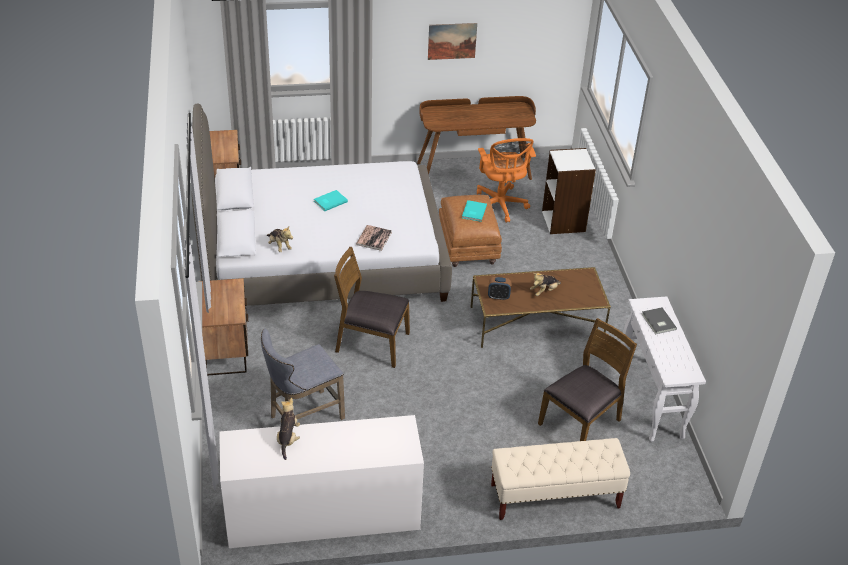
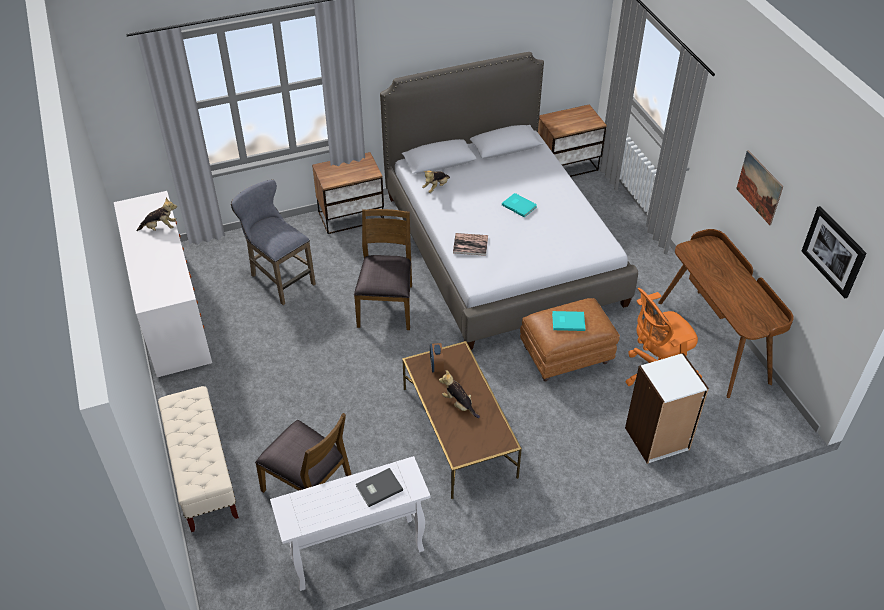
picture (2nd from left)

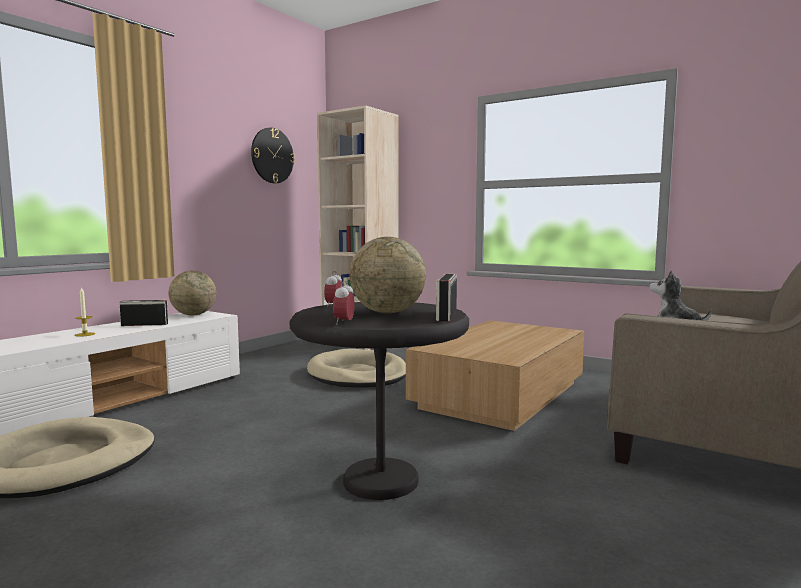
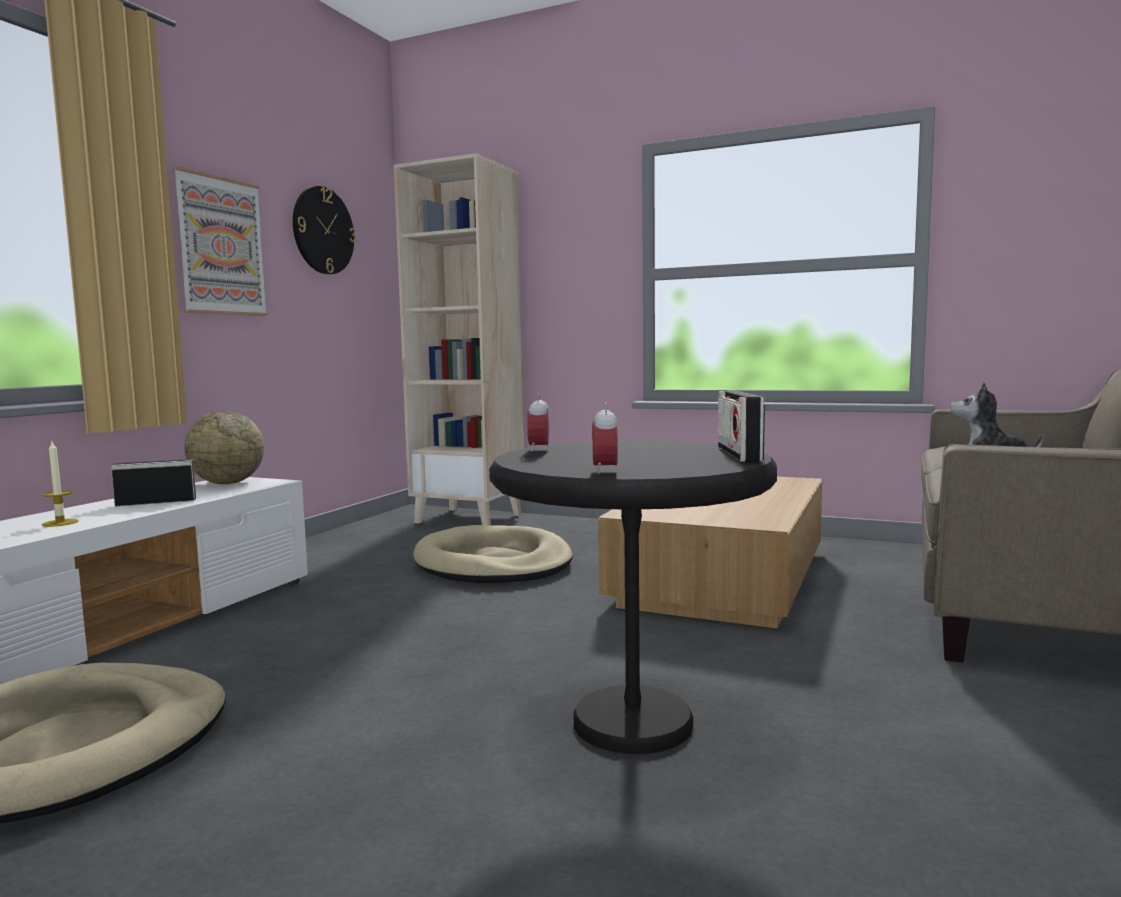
globe (2nd from left in the first image)
picture

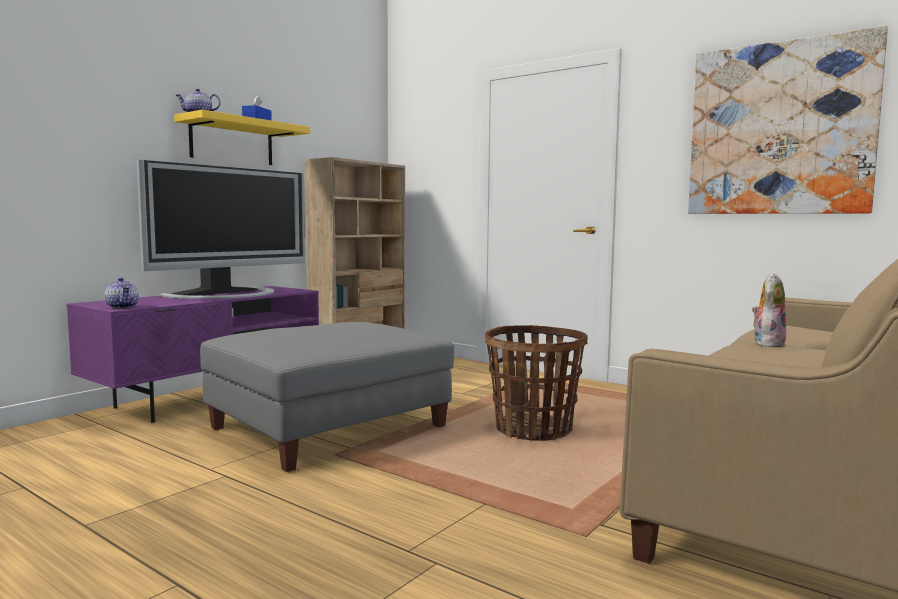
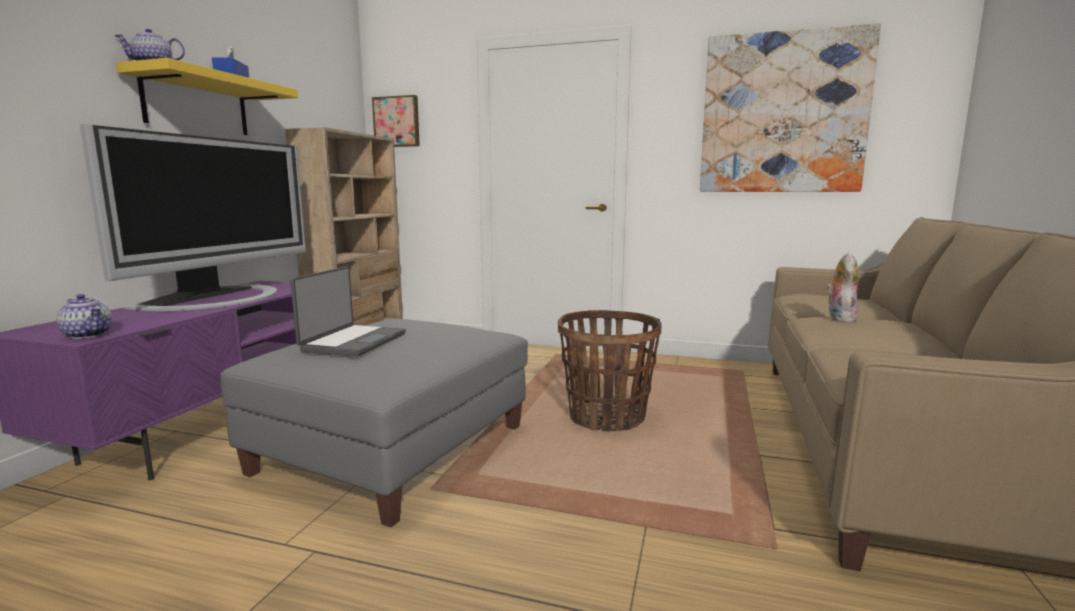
laptop
picture (1st from left)

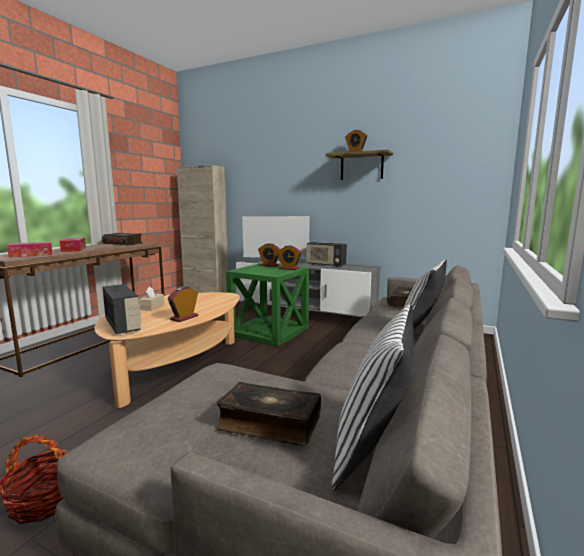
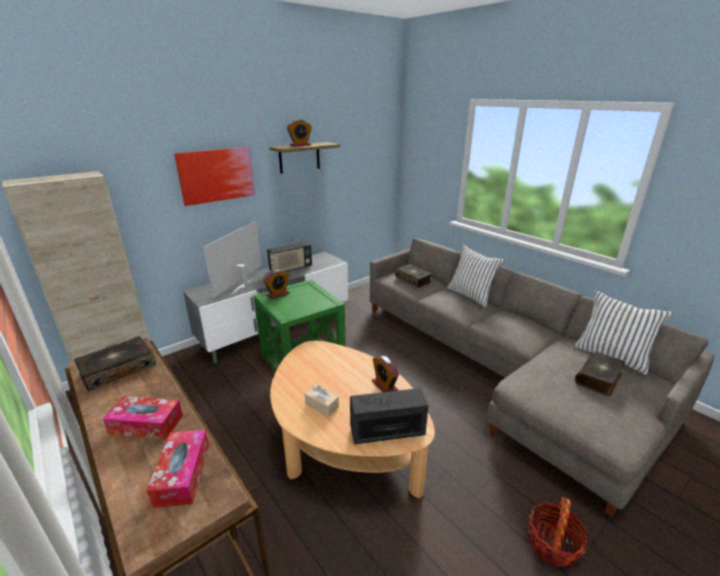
alarm clock (3rd from left in the first image)
picture

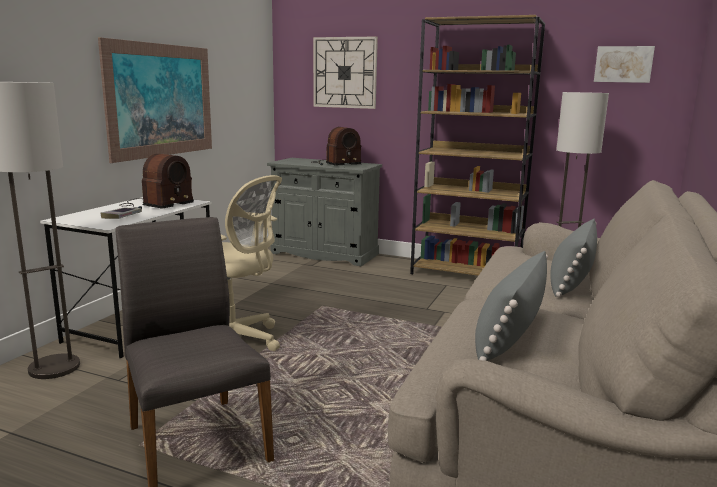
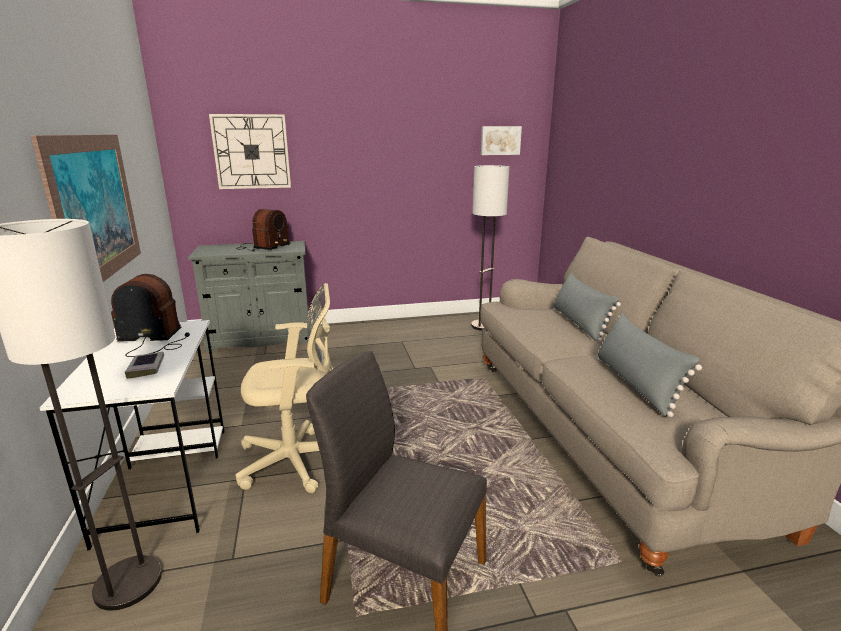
radio (1st from left)
brown bookcase

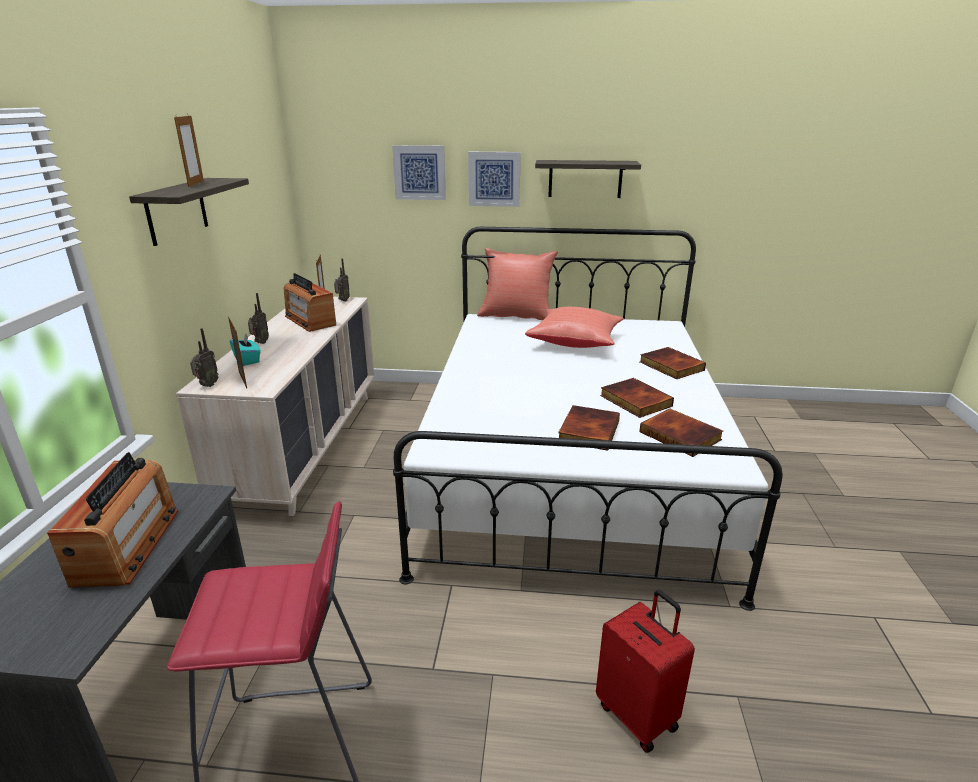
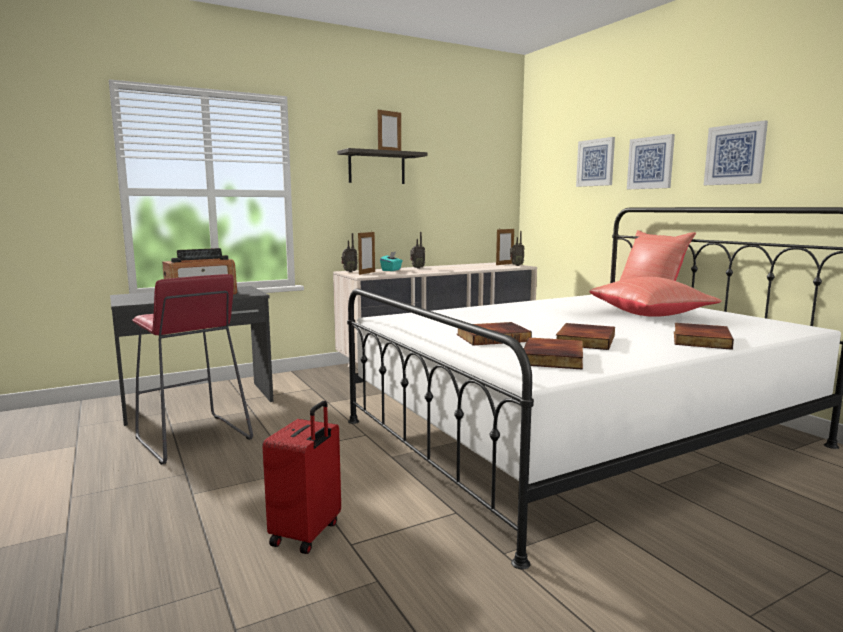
radio (4th from left in the first image)
picture (3rd from left)

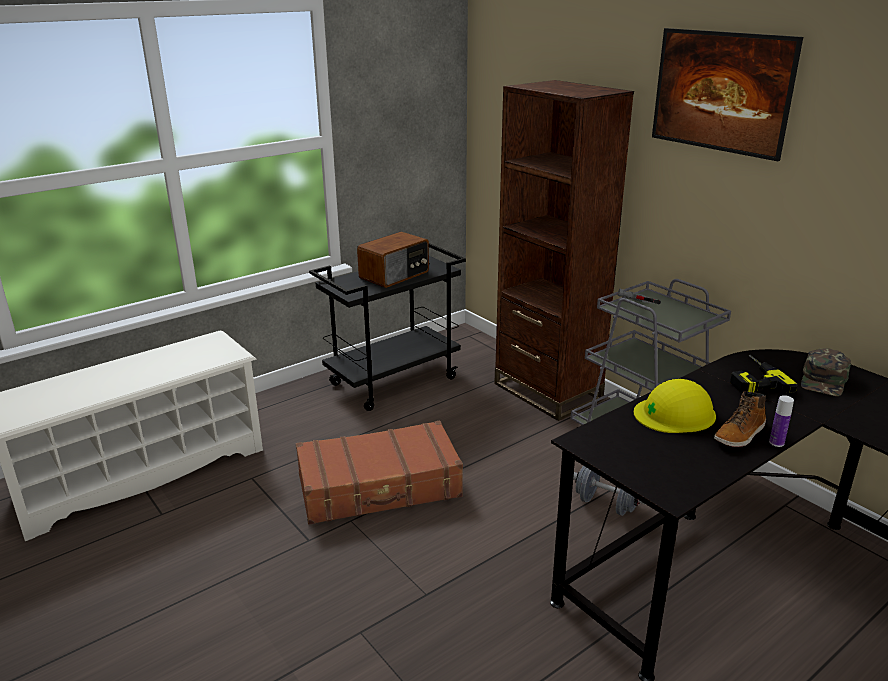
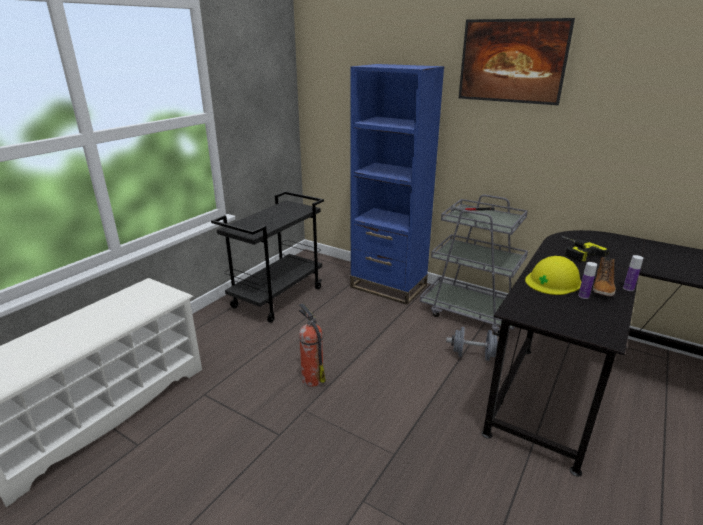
fire extinguisher
radio
blue bookcase
green cap
bottle (1st from left)

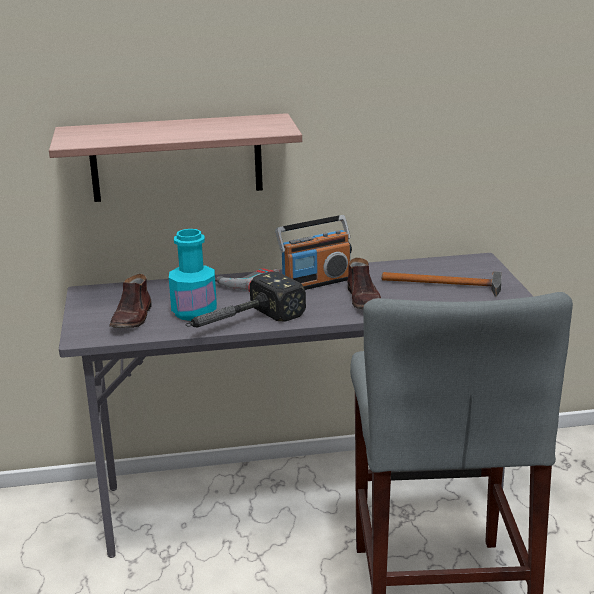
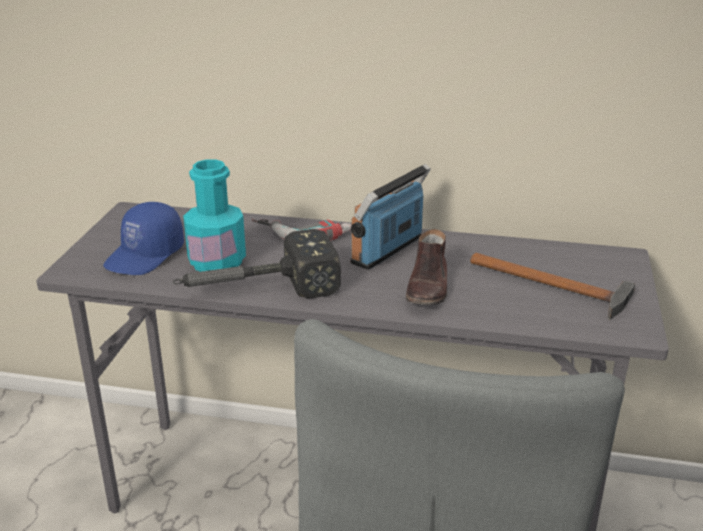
shelf
blue cap
radio

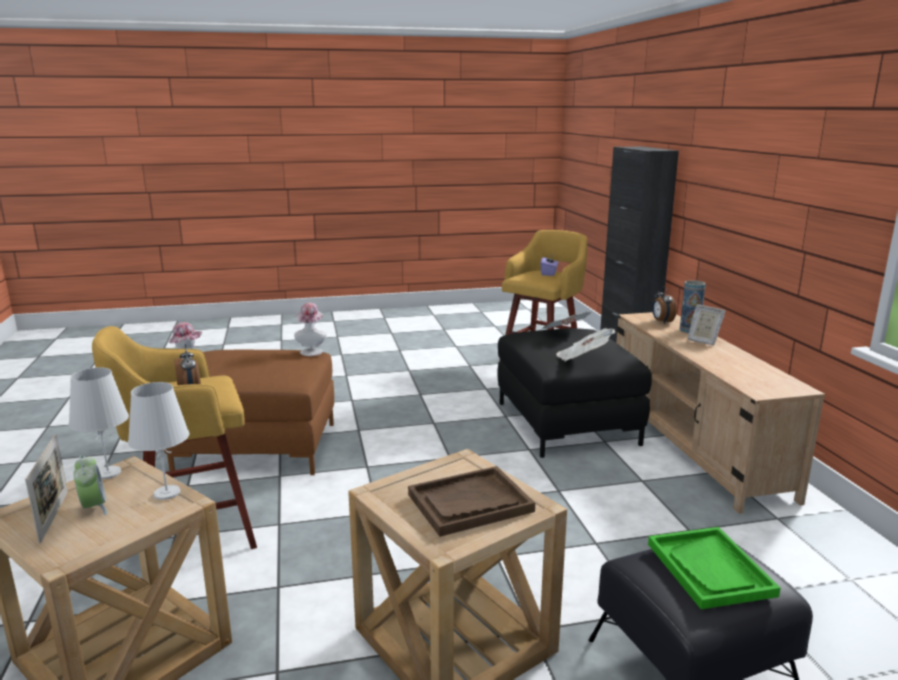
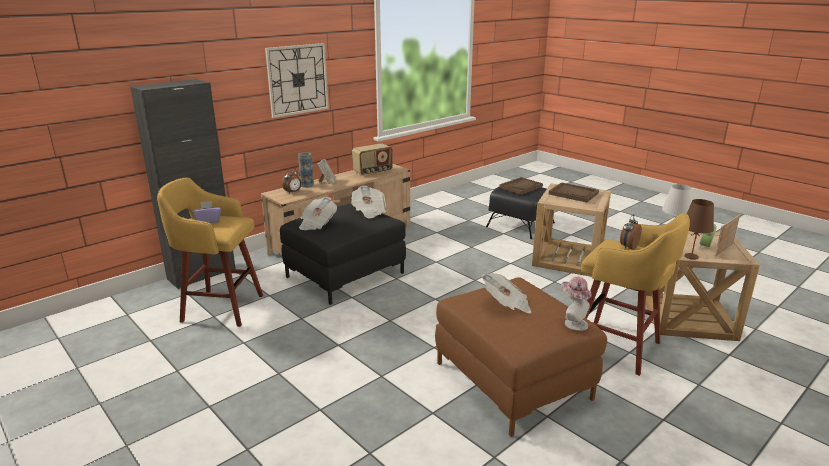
brown table lamp
hat (2nd from left in the first image)
brown tray (1st from left)
wall clock
radio
newspaper (3rd from left)

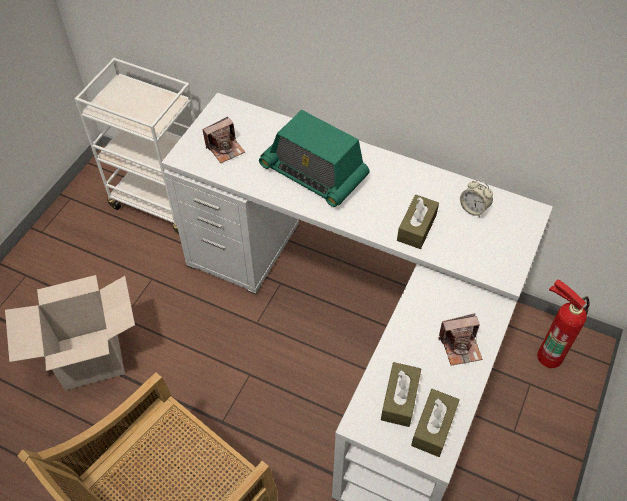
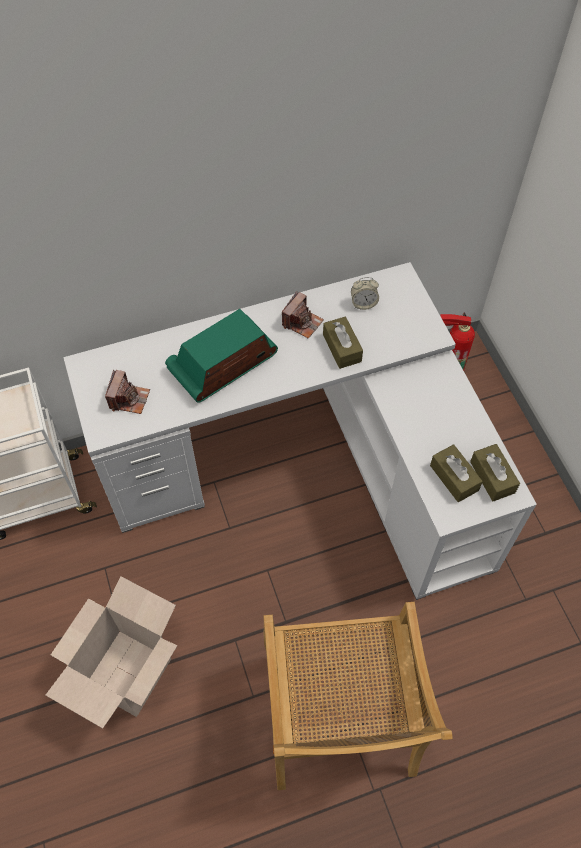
radio
photo camera (2nd from left)

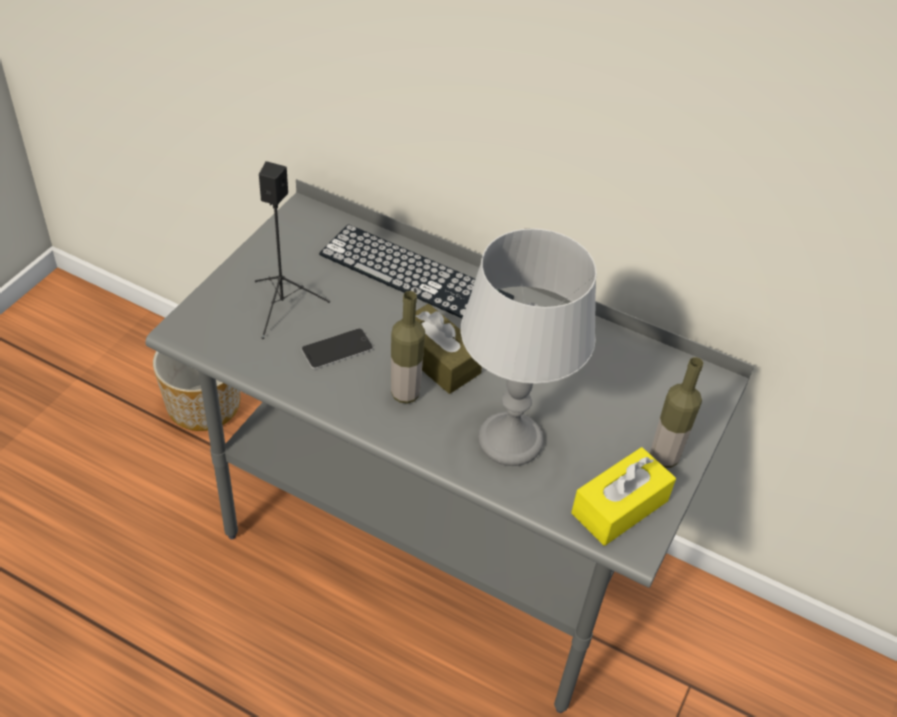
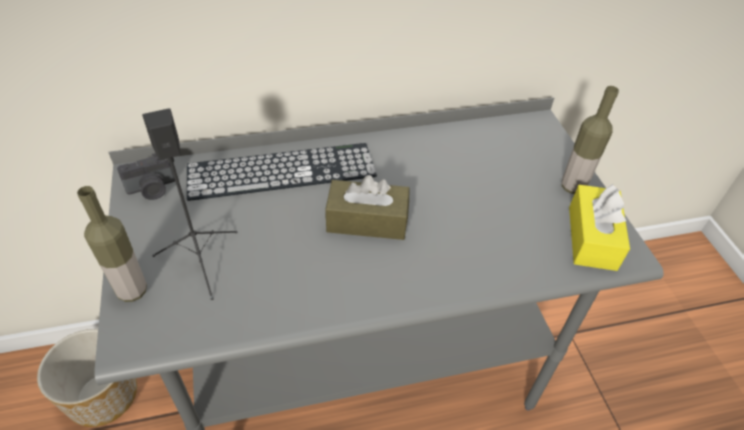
phone
bottle (1st from left)
grey table lamp
photo camera

